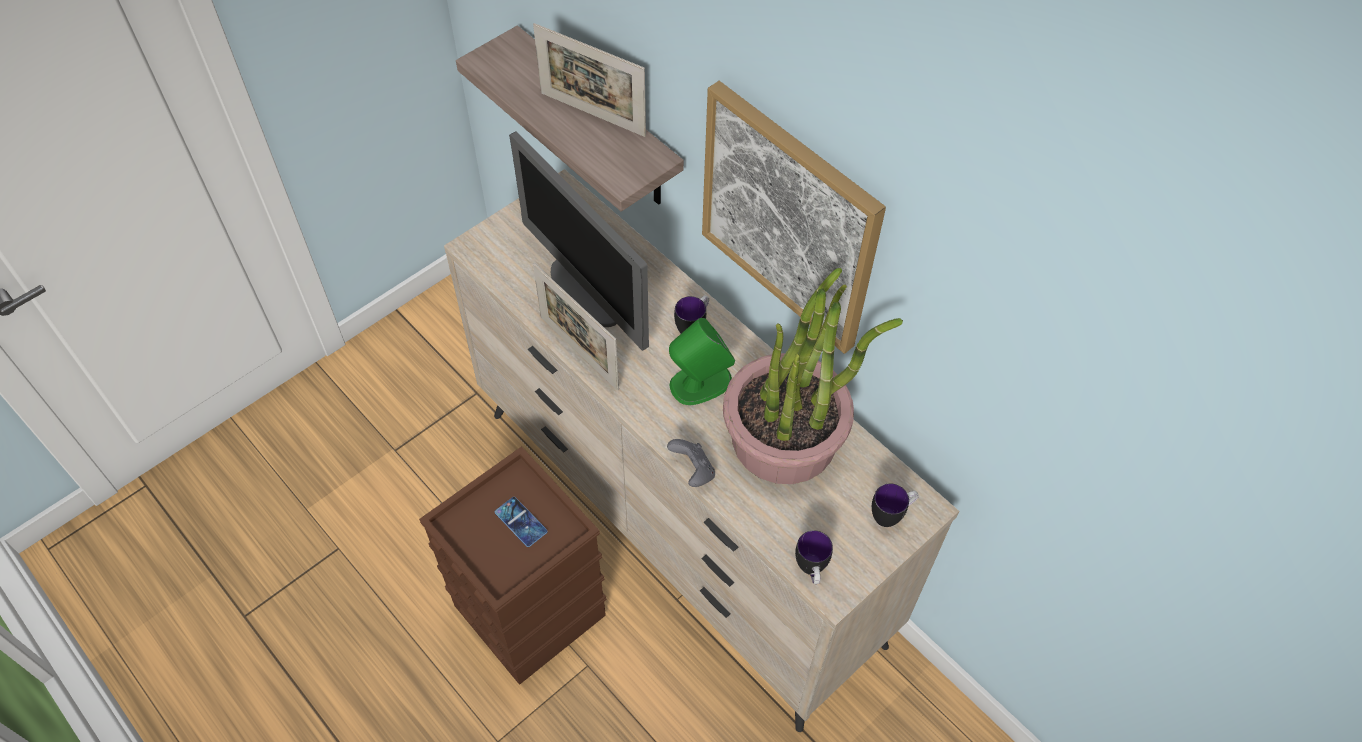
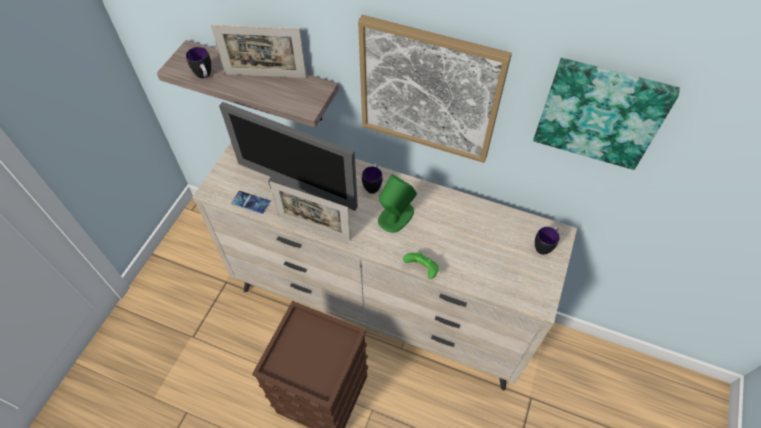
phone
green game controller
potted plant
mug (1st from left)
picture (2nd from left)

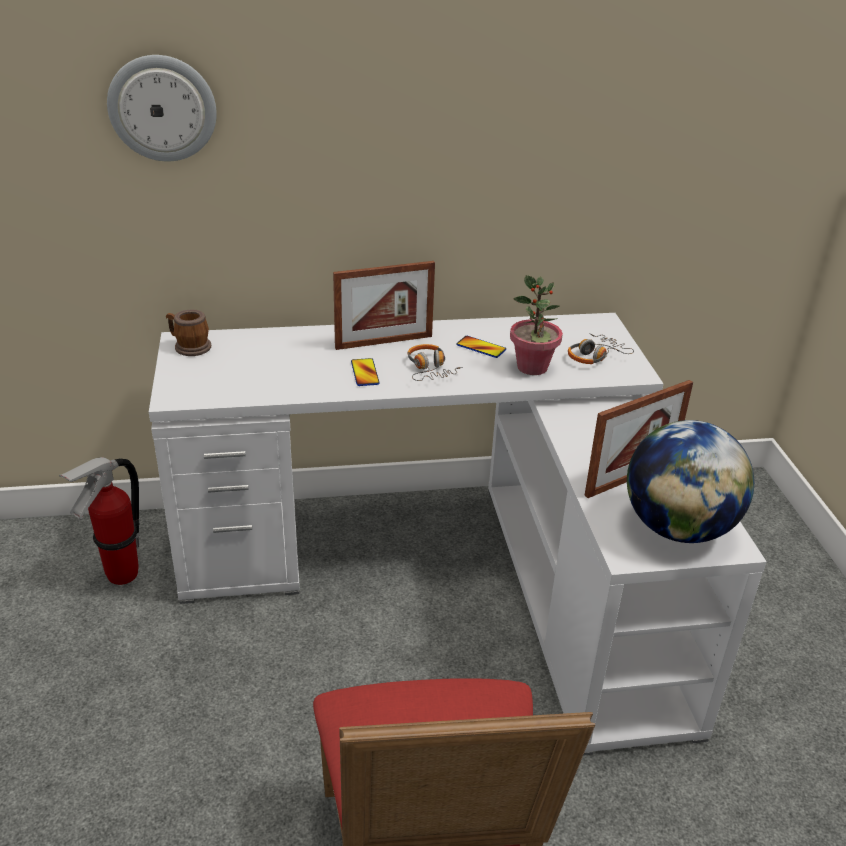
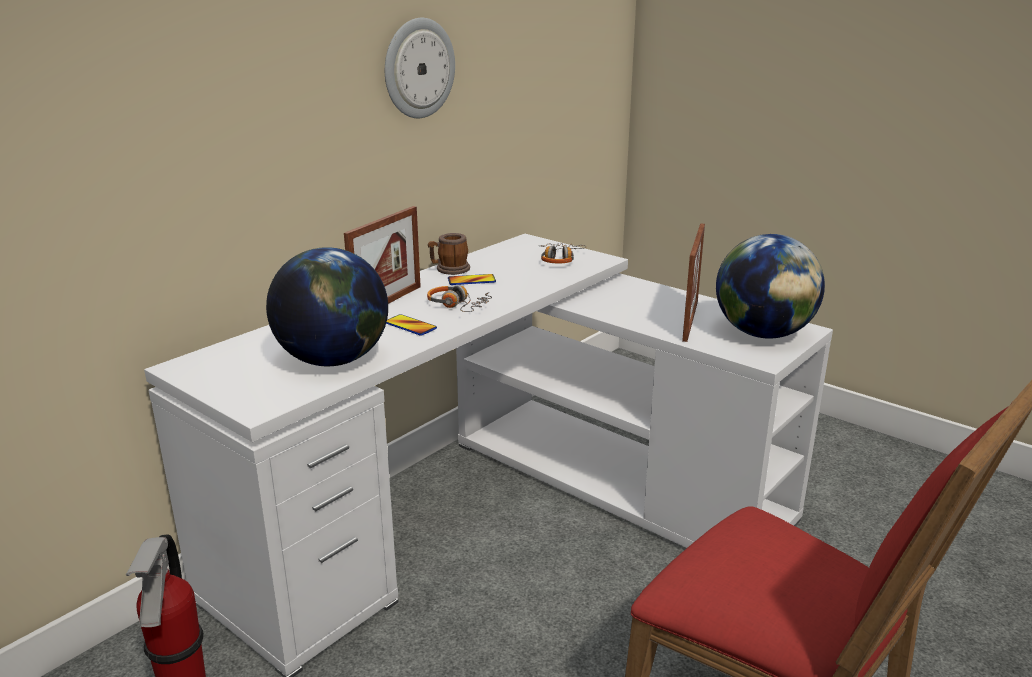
wall clock
mug
potted plant
globe (1st from left)

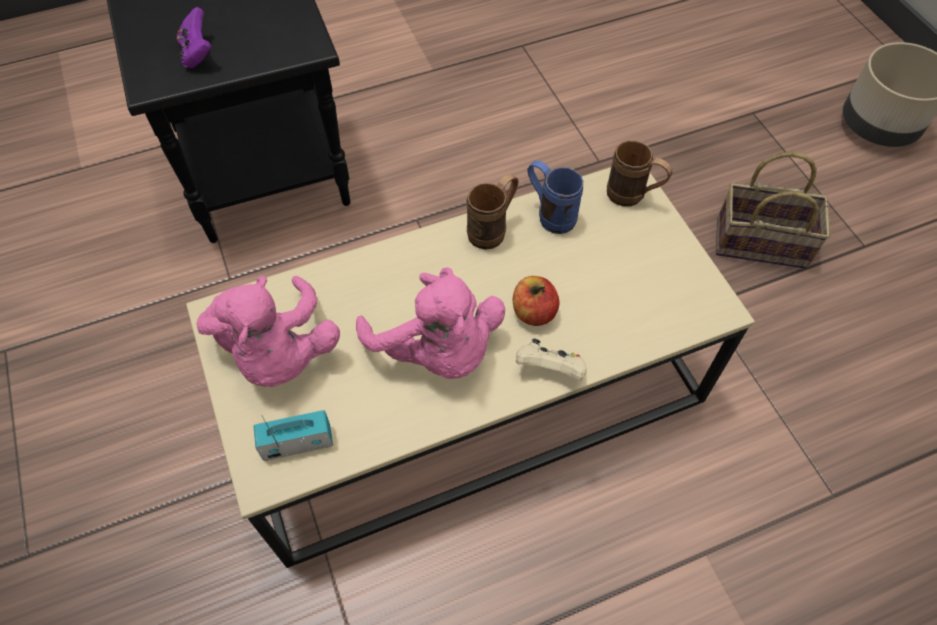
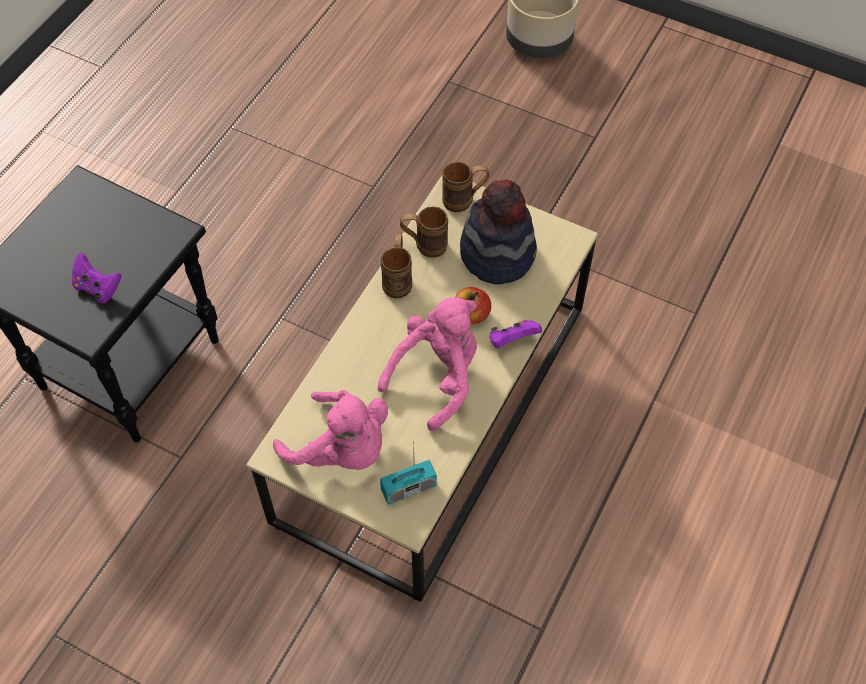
radio
pink plush toy (2nd from left)
purple game controller (2nd from left)
brown mug (2nd from left)
basket
hat

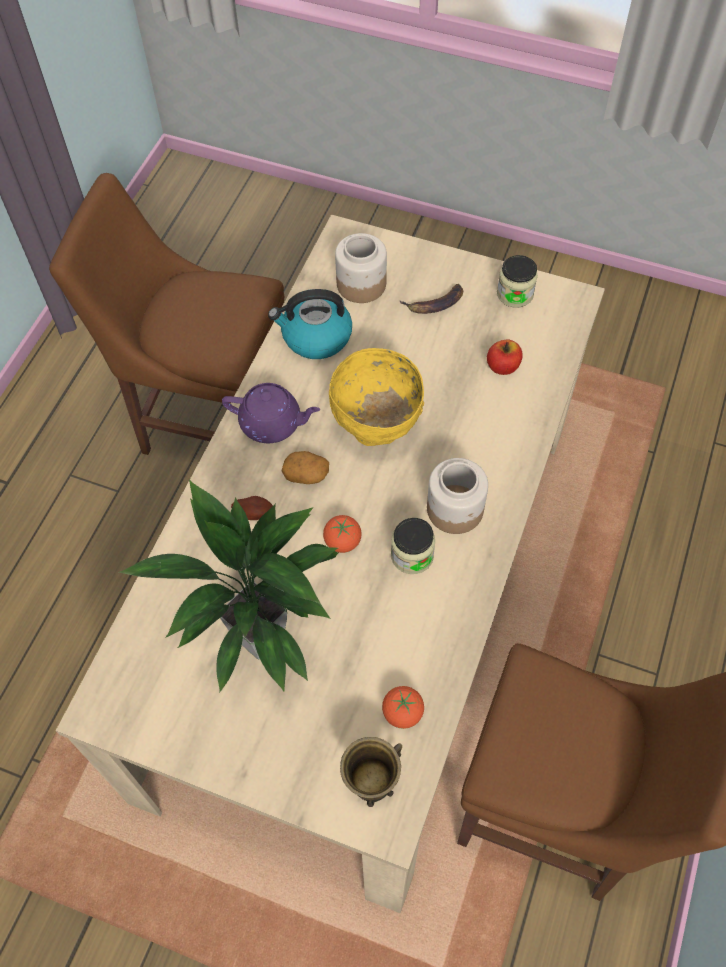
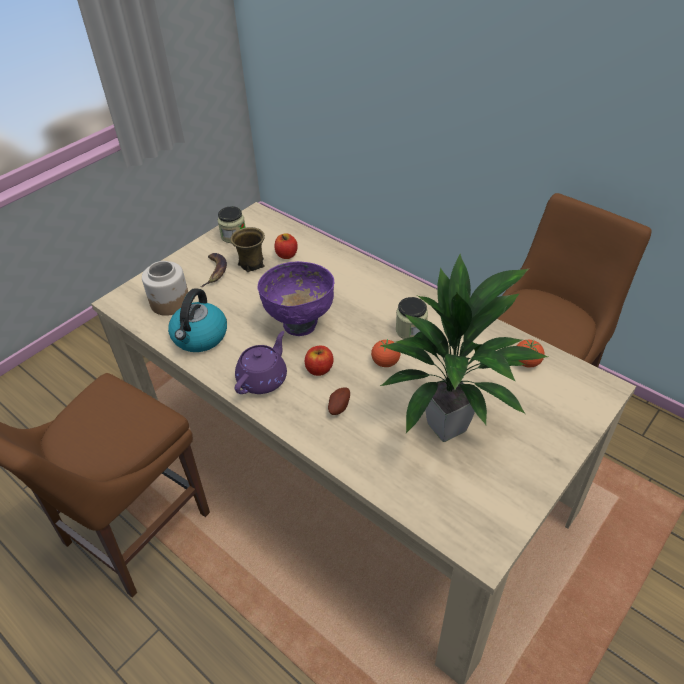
apple (2nd from left)
purple bowl
brown mug
jar (3rd from left in the first image)

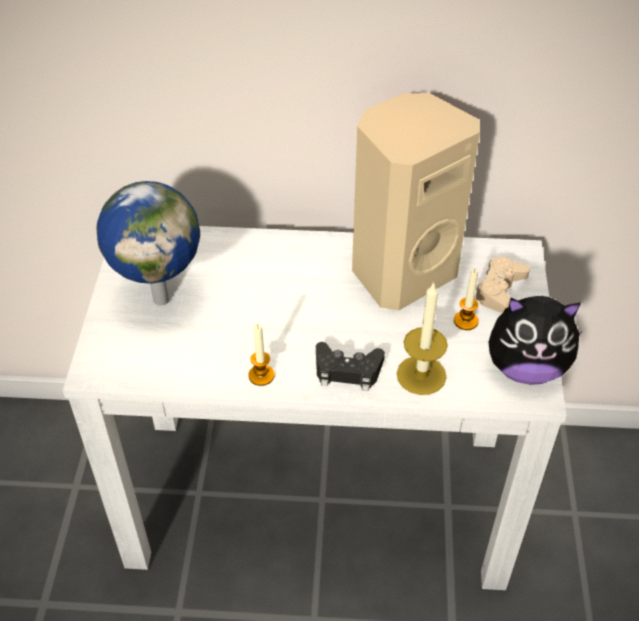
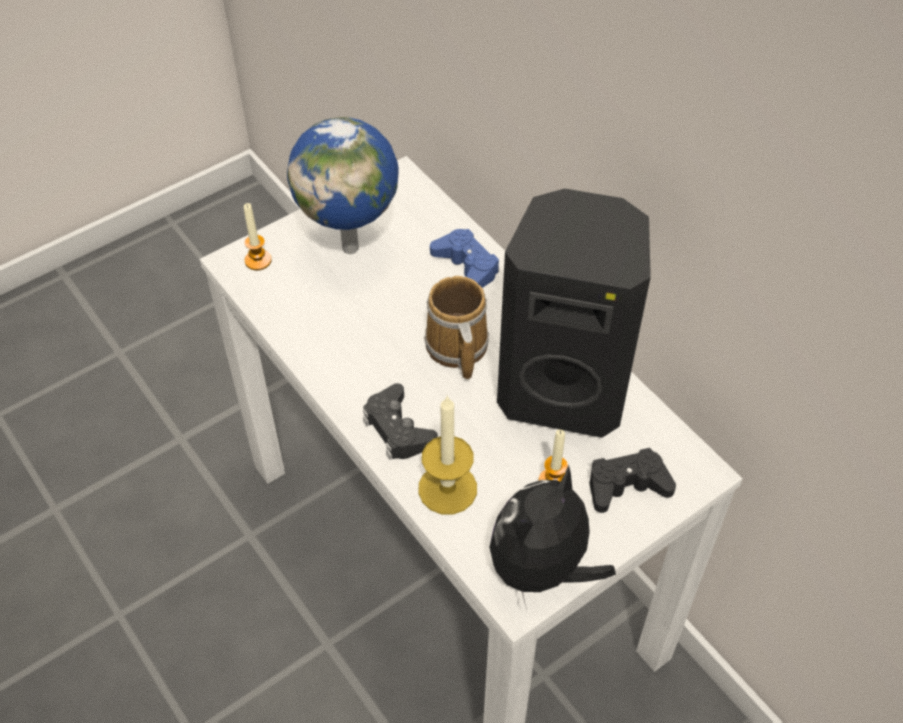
candle (1st from left)
black speaker
black game controller (2nd from left)
plush toy
mug
blue game controller

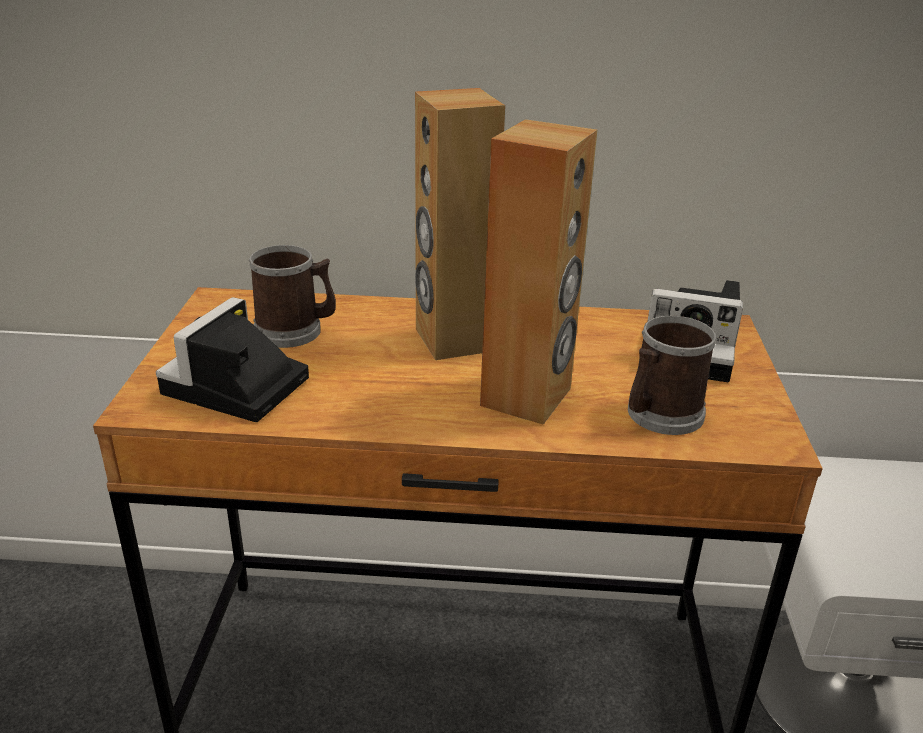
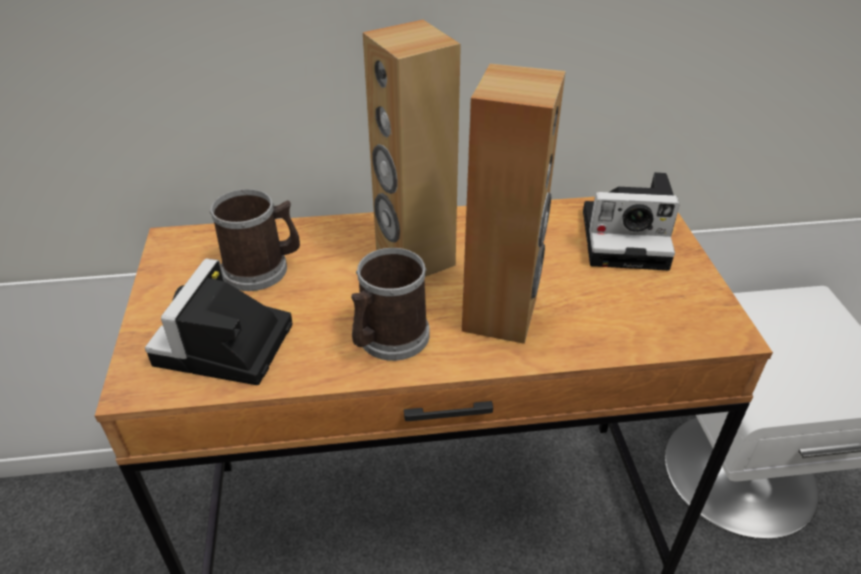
mug (2nd from left)

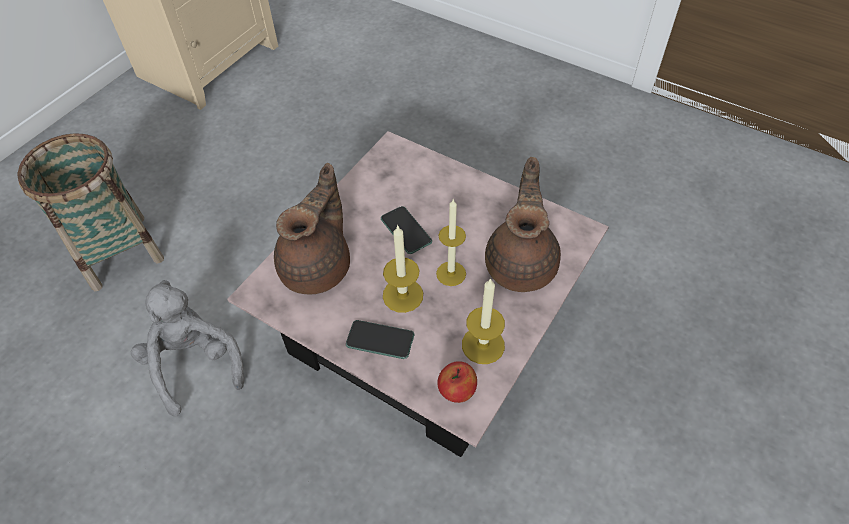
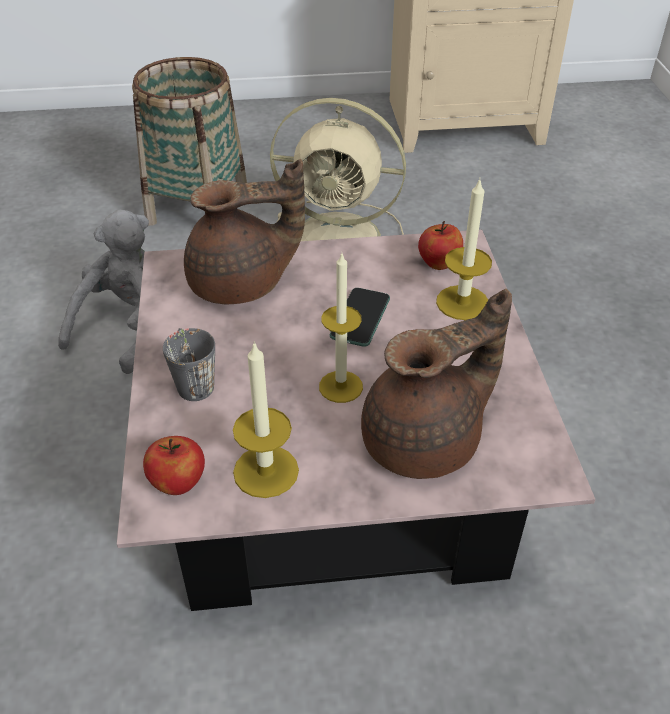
grey mug
candle (3rd from left)
beige fan
apple (2nd from left)

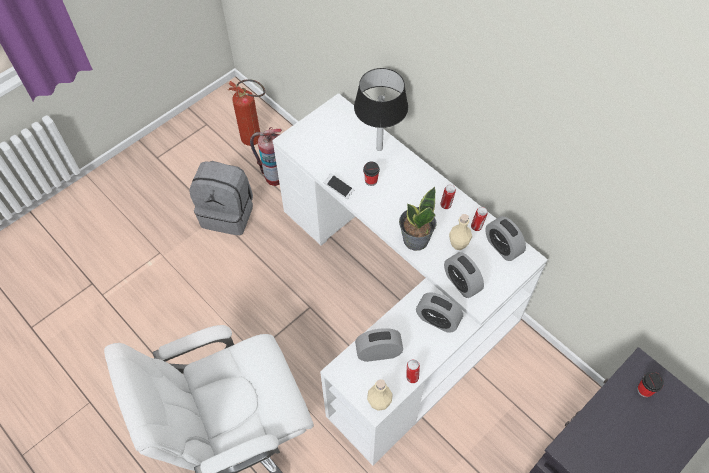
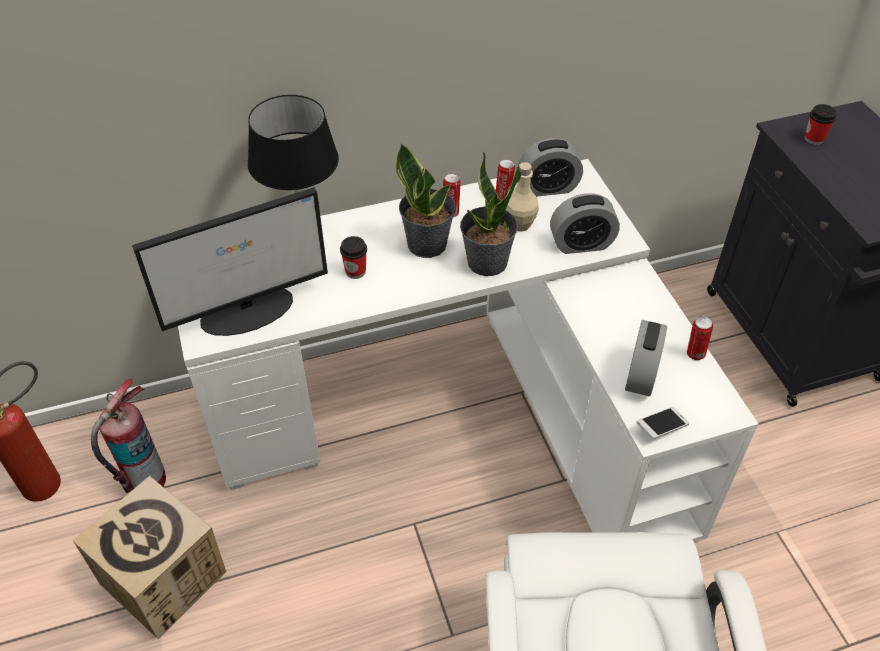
cardboard box
phone
beige bottle (1st from left in the first image)
alarm clock (2nd from left in the first image)
monitor
potted plant (1st from left)

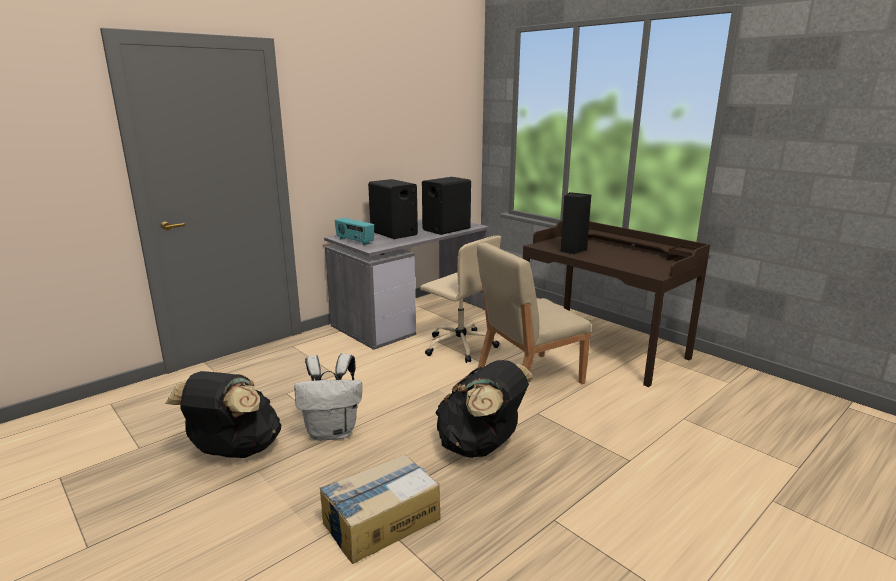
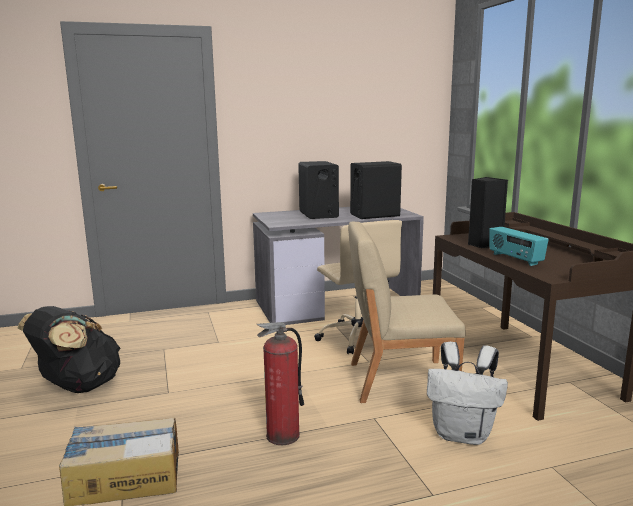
white backpack
radio
fire extinguisher

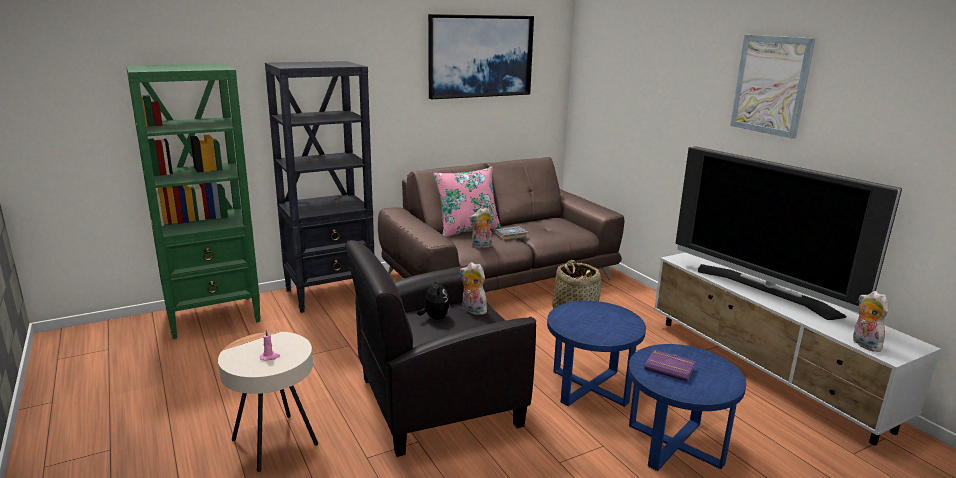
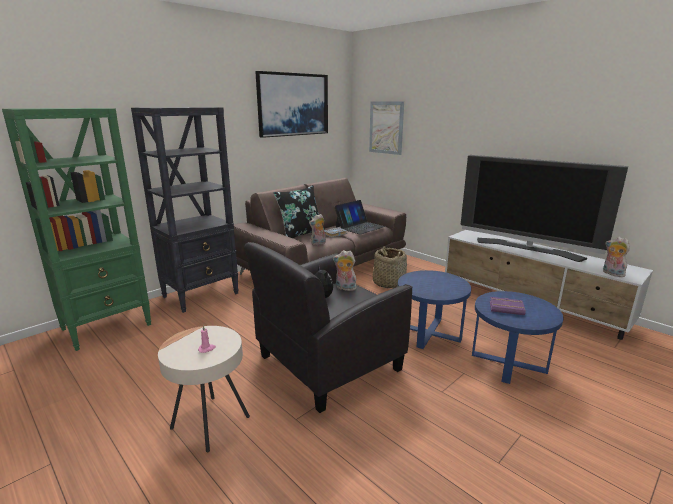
black pillow
picture (2nd from left)
laptop

